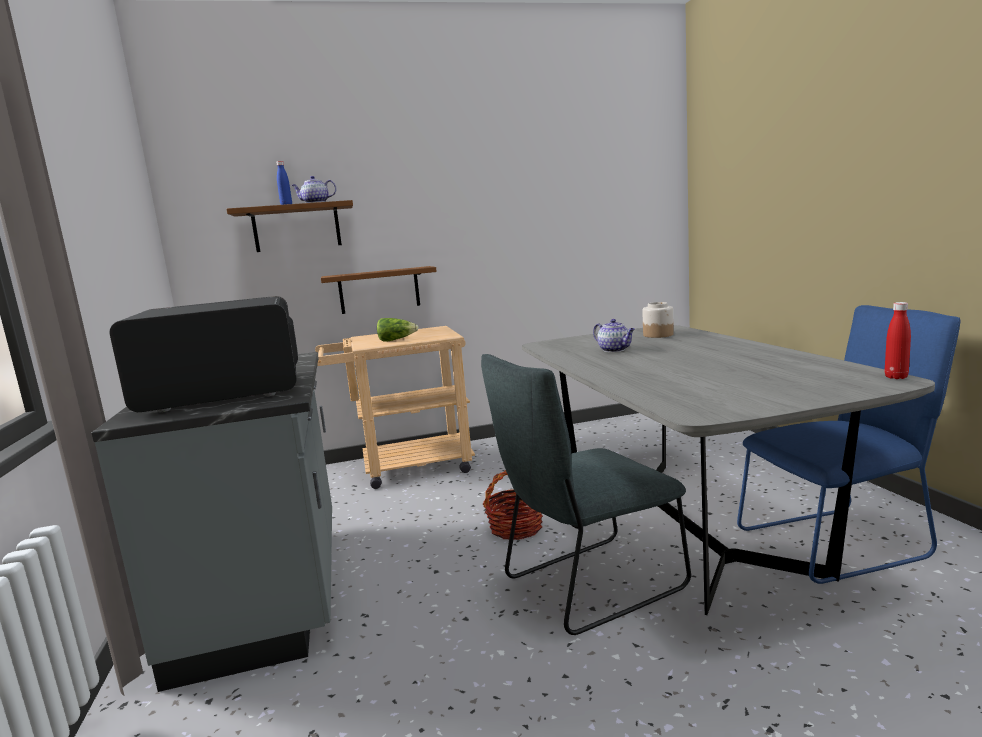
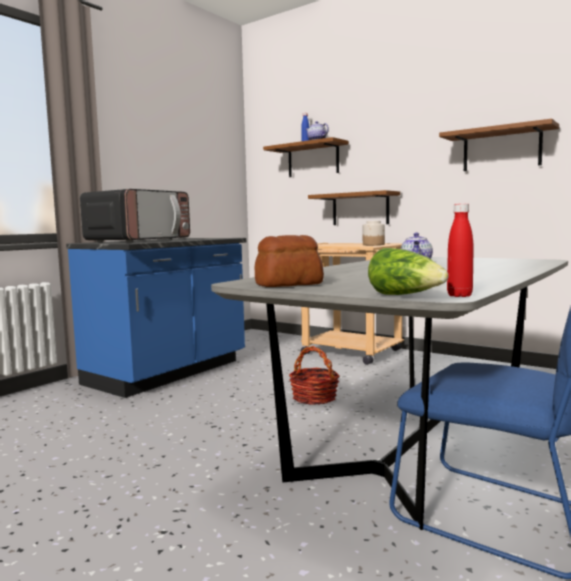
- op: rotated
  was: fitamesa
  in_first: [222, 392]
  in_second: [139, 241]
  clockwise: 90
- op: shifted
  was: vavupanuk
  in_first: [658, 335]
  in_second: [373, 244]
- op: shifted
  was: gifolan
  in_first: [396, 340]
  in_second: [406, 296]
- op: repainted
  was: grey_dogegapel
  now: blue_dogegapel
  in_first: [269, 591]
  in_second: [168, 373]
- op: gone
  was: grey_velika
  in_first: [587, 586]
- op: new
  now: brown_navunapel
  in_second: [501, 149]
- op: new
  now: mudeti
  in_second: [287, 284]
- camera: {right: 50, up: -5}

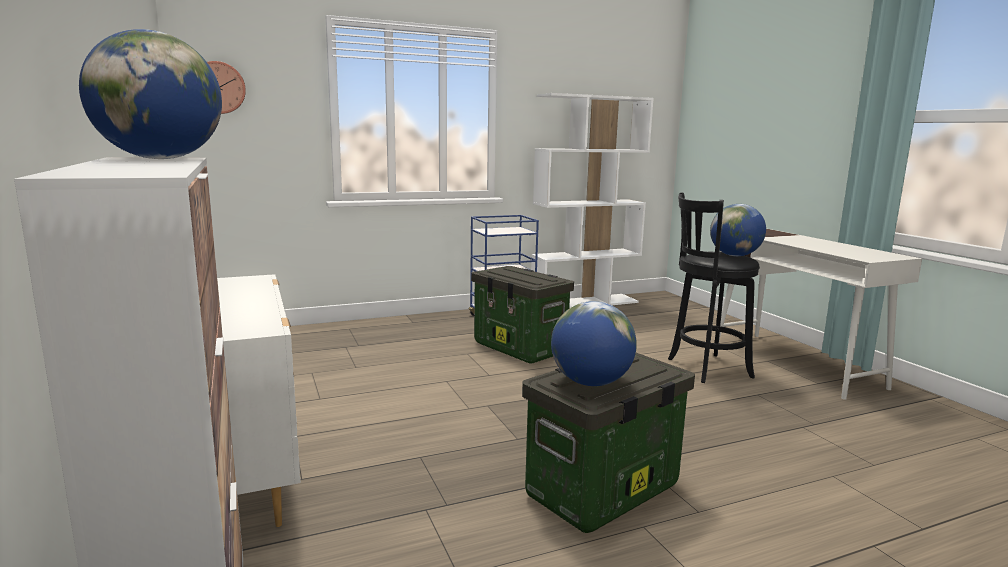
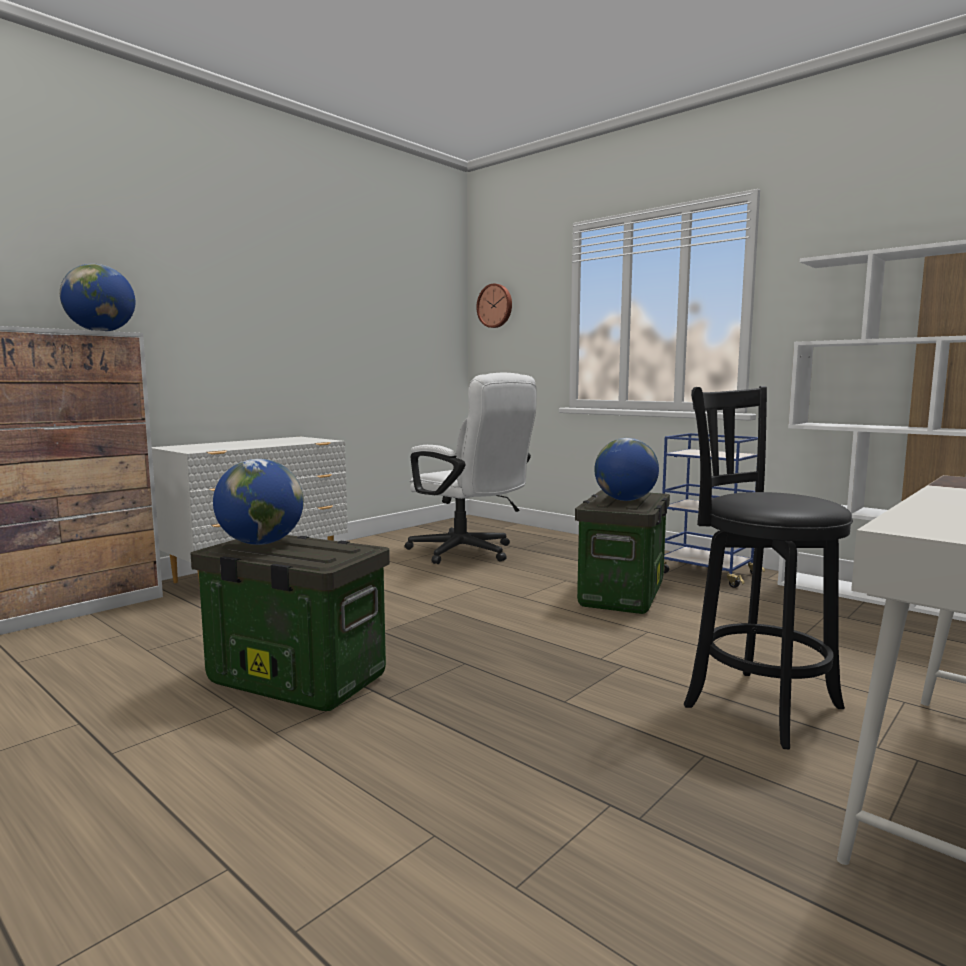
- op: shifted
  was: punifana
  in_first: [734, 255]
  in_second: [625, 500]
- op: new
  now: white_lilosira
  in_second: [469, 553]
- camera: {right: 65, up: -5}

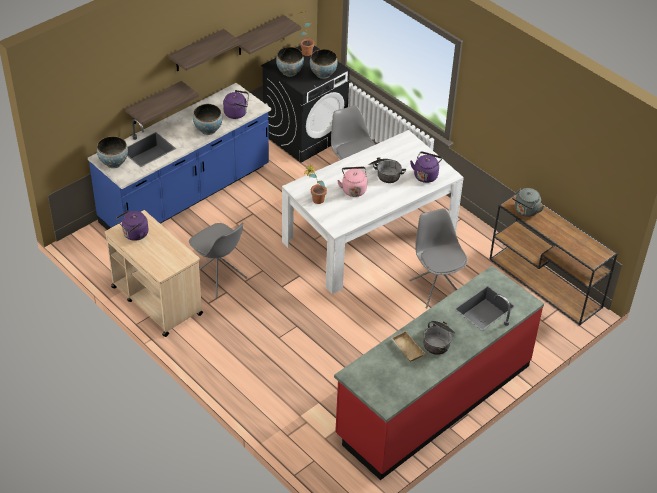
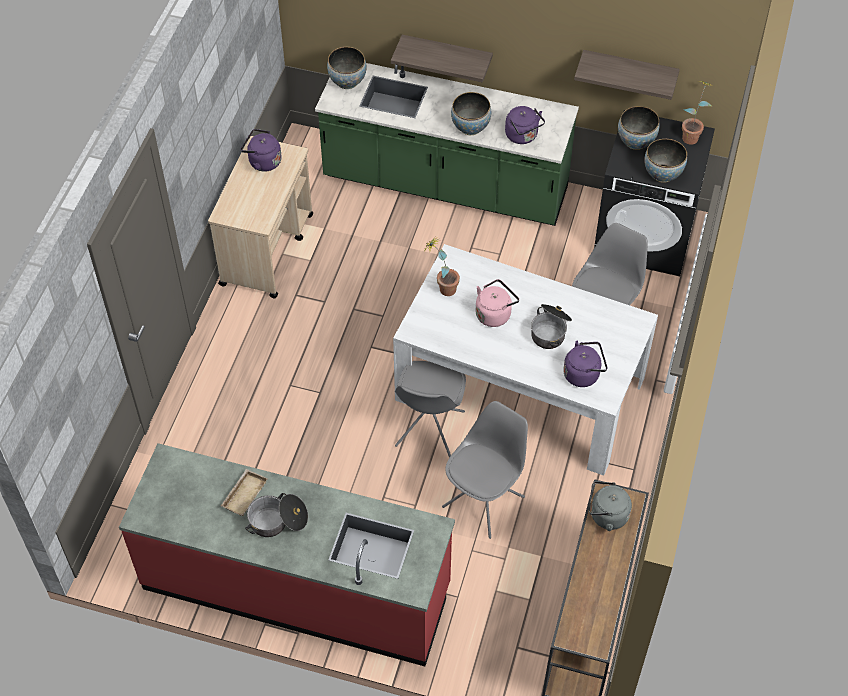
- op: gone
  was: navunapel
  in_first: [196, 51]
- op: repainted
  was: blue_dogegapel
  now: green_dogegapel
  in_first: [186, 196]
  in_second: [445, 186]
- op: shifted
  was: grey_velika
  in_first: [219, 278]
  in_second: [429, 430]
- camera: {right: 60, up: 10}

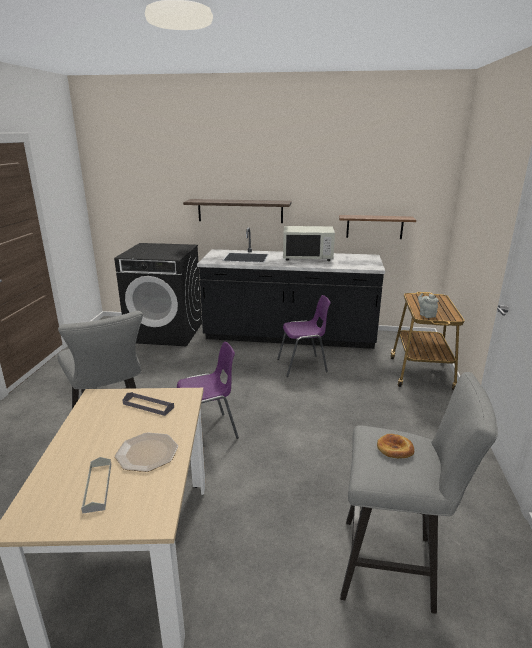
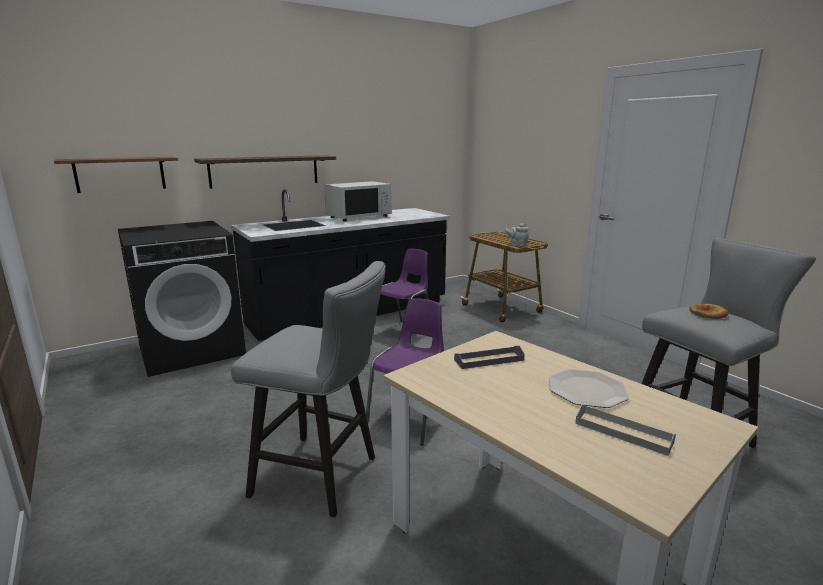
- op: shifted
  was: navunapel
  in_first: [374, 227]
  in_second: [120, 174]
- camera: {right: -40, up: -5}

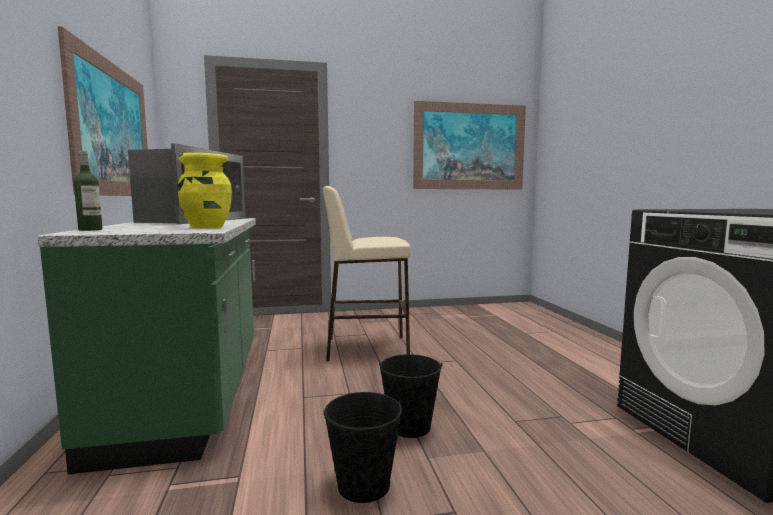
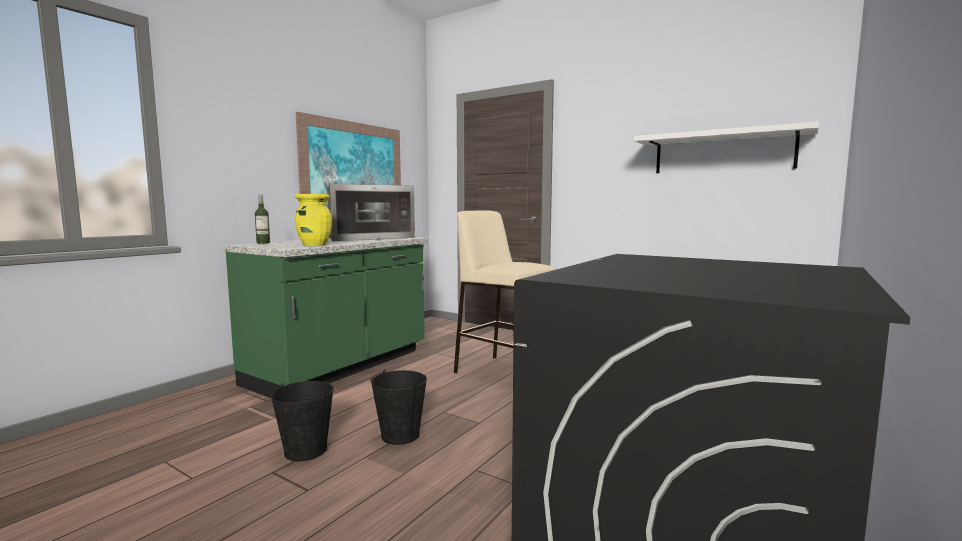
- op: swapped
  was: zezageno
  now: white_navunapel
  in_first: [469, 146]
  in_second: [722, 153]
- camera: {right: 45, up: 0}

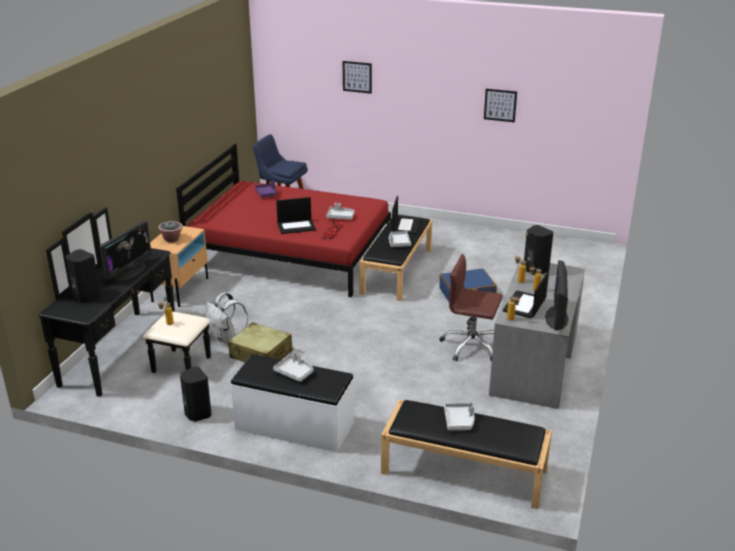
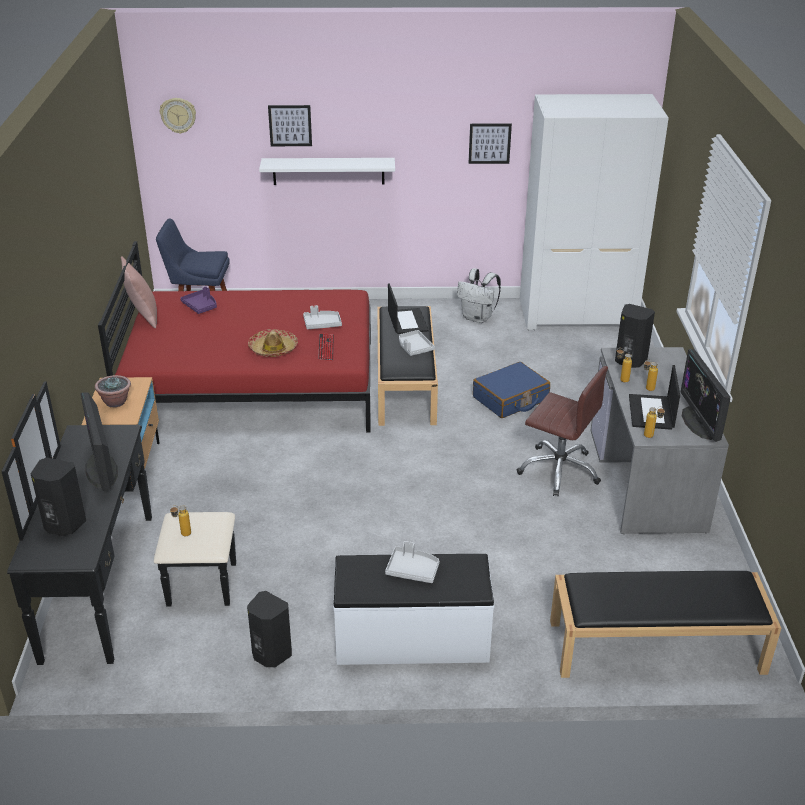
- op: swapped
  was: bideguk
  now: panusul
  in_first: [296, 226]
  in_second: [273, 349]
- op: rotated
  was: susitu
  in_first: [129, 271]
  in_second: [102, 470]
  clockwise: 150
- op: rotated
  was: brown_lilosira
  in_first: [471, 346]
  in_second: [559, 470]
  clockwise: -150
- op: shifted
  was: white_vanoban
  in_first: [226, 339]
  in_second: [478, 318]
- op: gone
  was: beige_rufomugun
  in_first: [261, 354]
- op: gone
  was: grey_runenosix
  in_first: [459, 421]
- op: new
  now: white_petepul
  in_second: [577, 313]
- op: new
  now: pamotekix
  in_second: [178, 115]
- op: new
  now: white_navunapel
  in_second: [328, 171]
- op: new
  now: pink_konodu
  in_second: [143, 316]
- camera: {right: -20, up: 5}

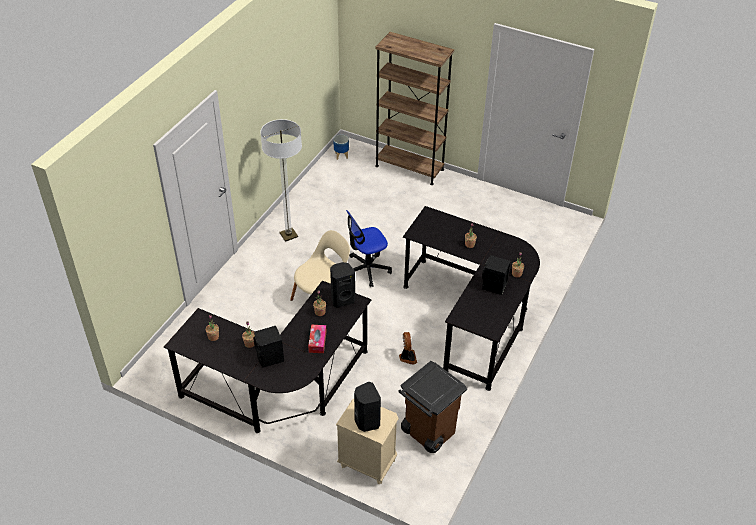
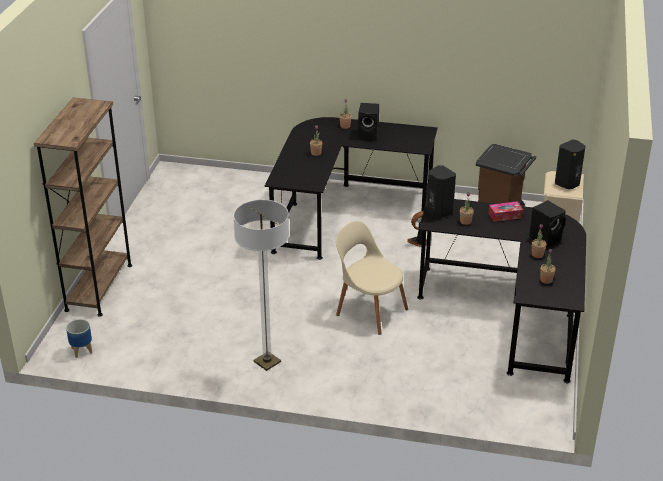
- op: gone
  was: lilosira
  in_first: [367, 269]
- camera: {right: -105, up: -10}

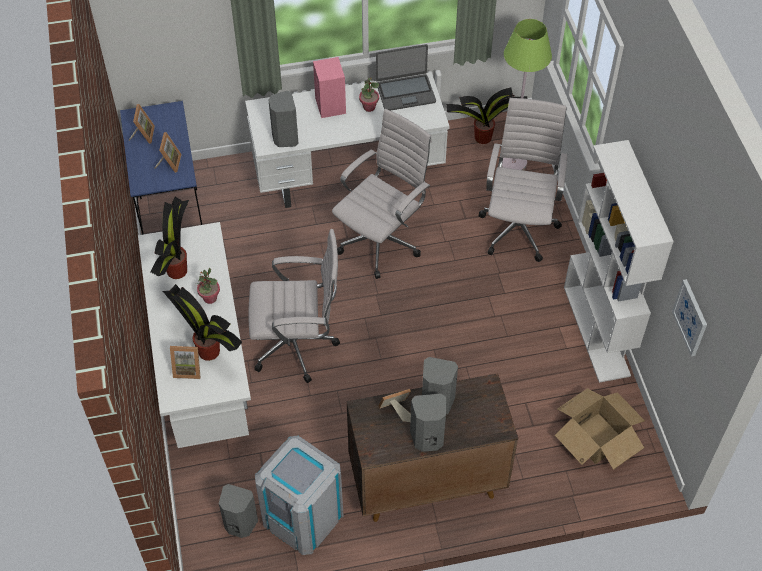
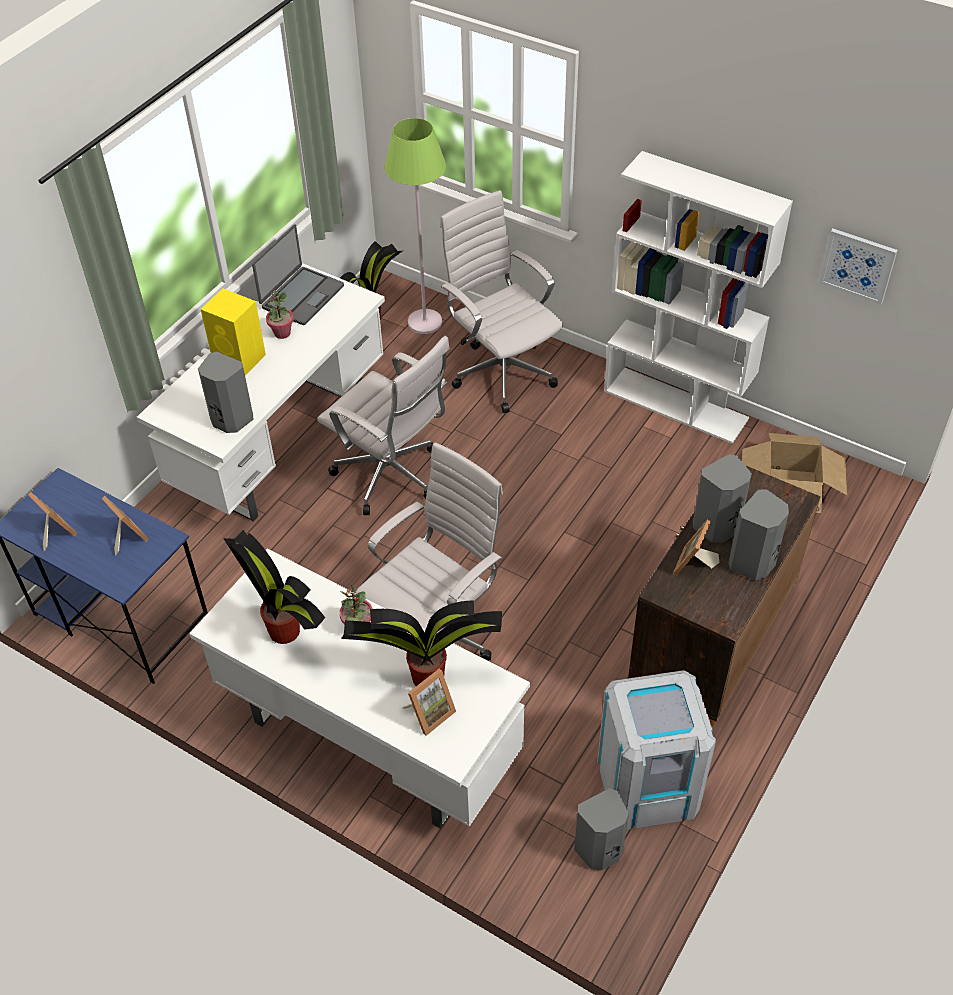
- op: repainted
  was: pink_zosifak
  now: yellow_zosifak
  in_first: [330, 106]
  in_second: [240, 359]
- op: rotated
  was: white_lilosira
  in_first: [382, 241]
  in_second: [392, 477]
  clockwise: 135
- camera: {right: -45, up: -5}

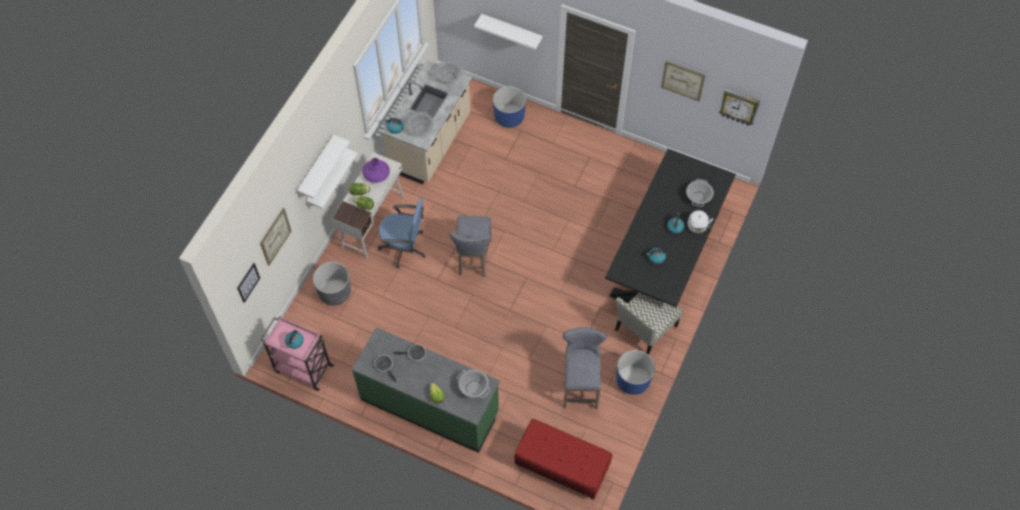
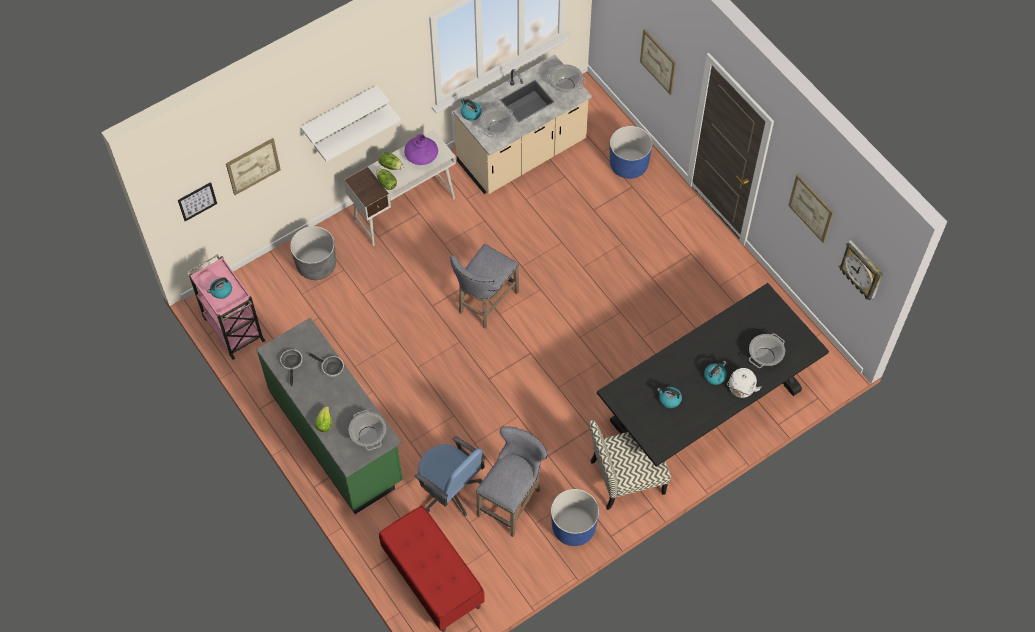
- op: swapped
  was: white_navunapel
  now: zezageno
  in_first: [511, 30]
  in_second: [658, 61]
- op: shifted
  was: blue_lilosira
  in_first: [404, 247]
  in_second: [450, 490]
- camera: {right: 30, up: 0}

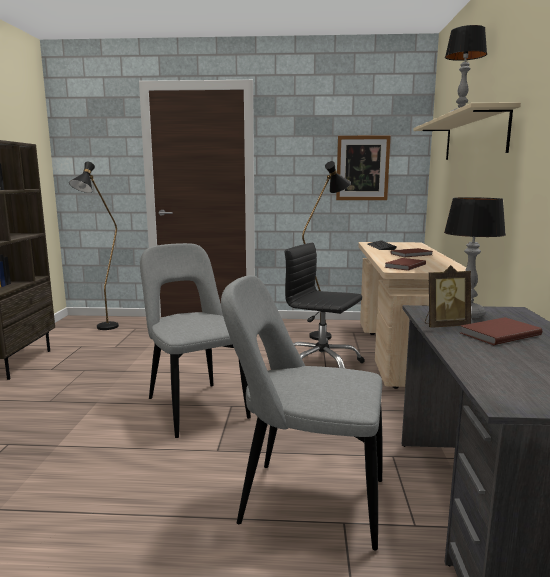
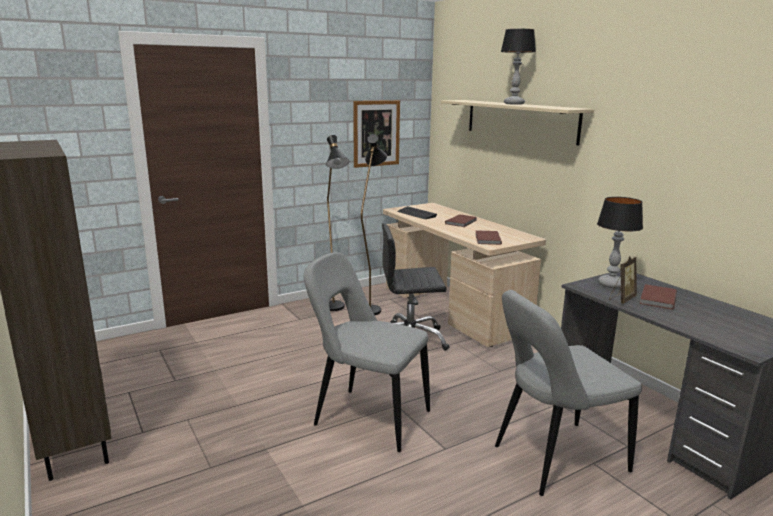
- op: shifted
  was: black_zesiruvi
  in_first: [103, 329]
  in_second: [336, 310]
- camera: {right: -35, up: 5}

